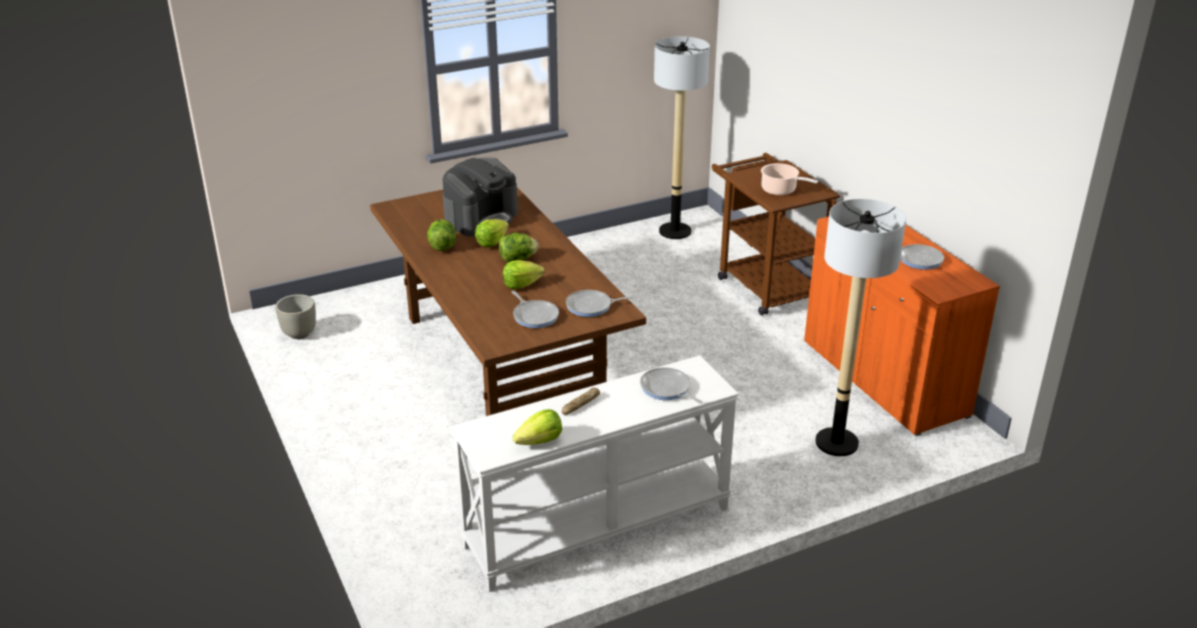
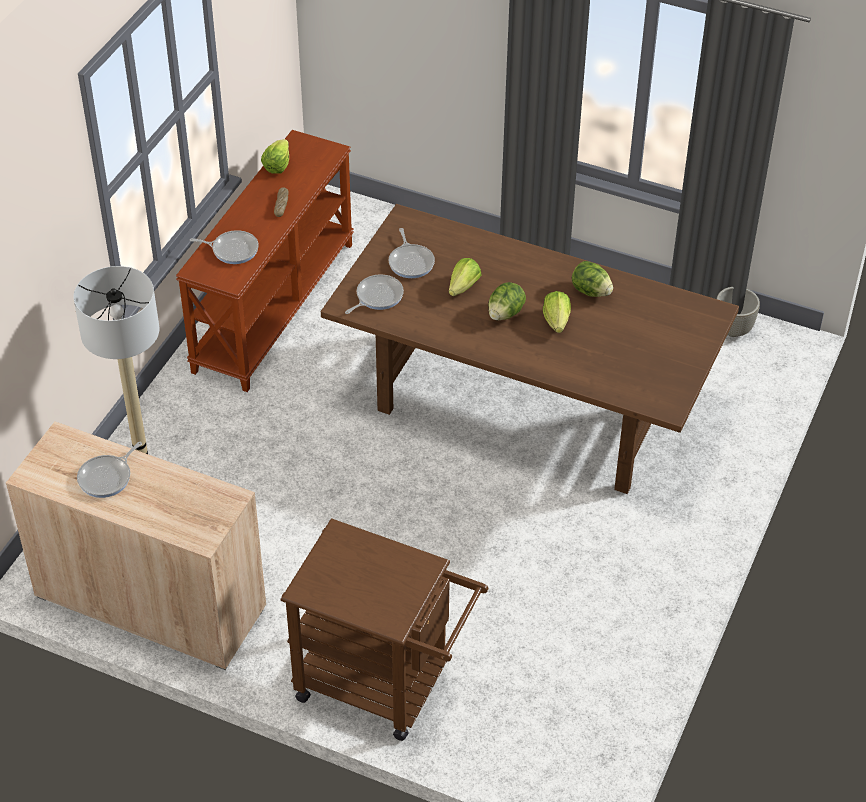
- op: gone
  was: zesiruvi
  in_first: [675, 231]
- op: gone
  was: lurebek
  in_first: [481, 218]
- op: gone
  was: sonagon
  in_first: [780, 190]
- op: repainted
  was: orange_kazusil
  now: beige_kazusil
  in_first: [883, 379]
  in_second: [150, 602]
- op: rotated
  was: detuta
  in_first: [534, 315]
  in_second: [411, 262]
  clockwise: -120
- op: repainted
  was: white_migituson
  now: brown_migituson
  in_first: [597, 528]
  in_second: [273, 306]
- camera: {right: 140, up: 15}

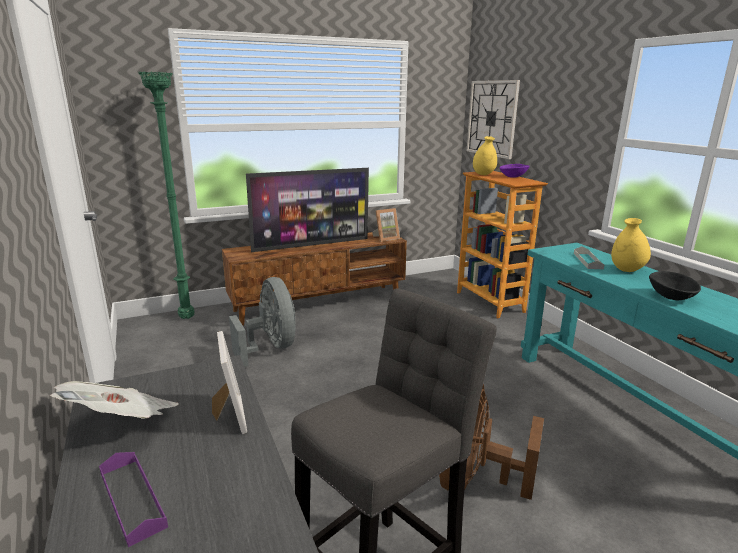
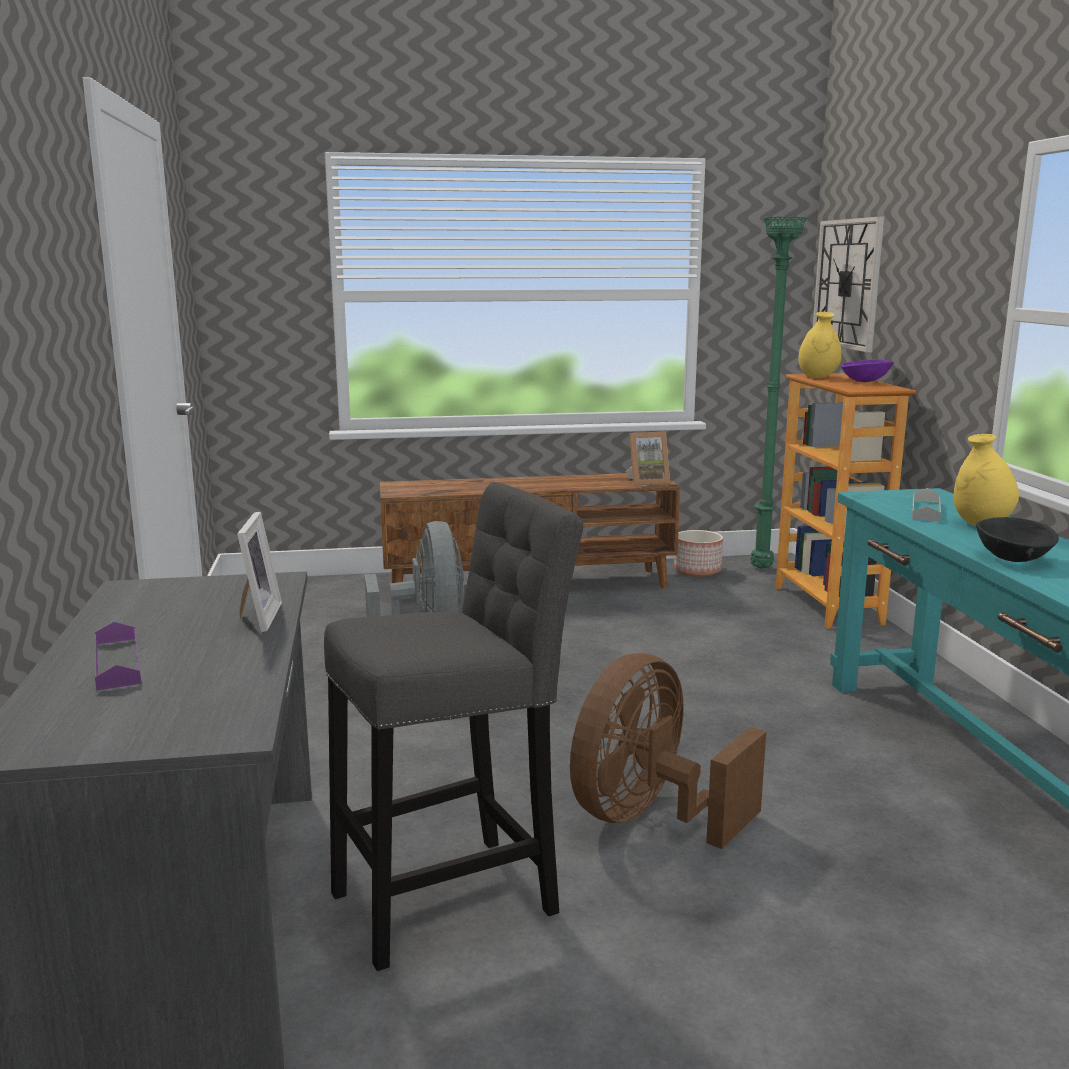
- op: shifted
  was: green_zesiruvi
  in_first: [187, 318]
  in_second: [761, 568]
- op: gone
  was: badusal
  in_first: [311, 245]
- op: gone
  was: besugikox
  in_first: [123, 422]
- op: new
  now: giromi
  in_second: [698, 570]
- camera: {right: 15, up: -5}

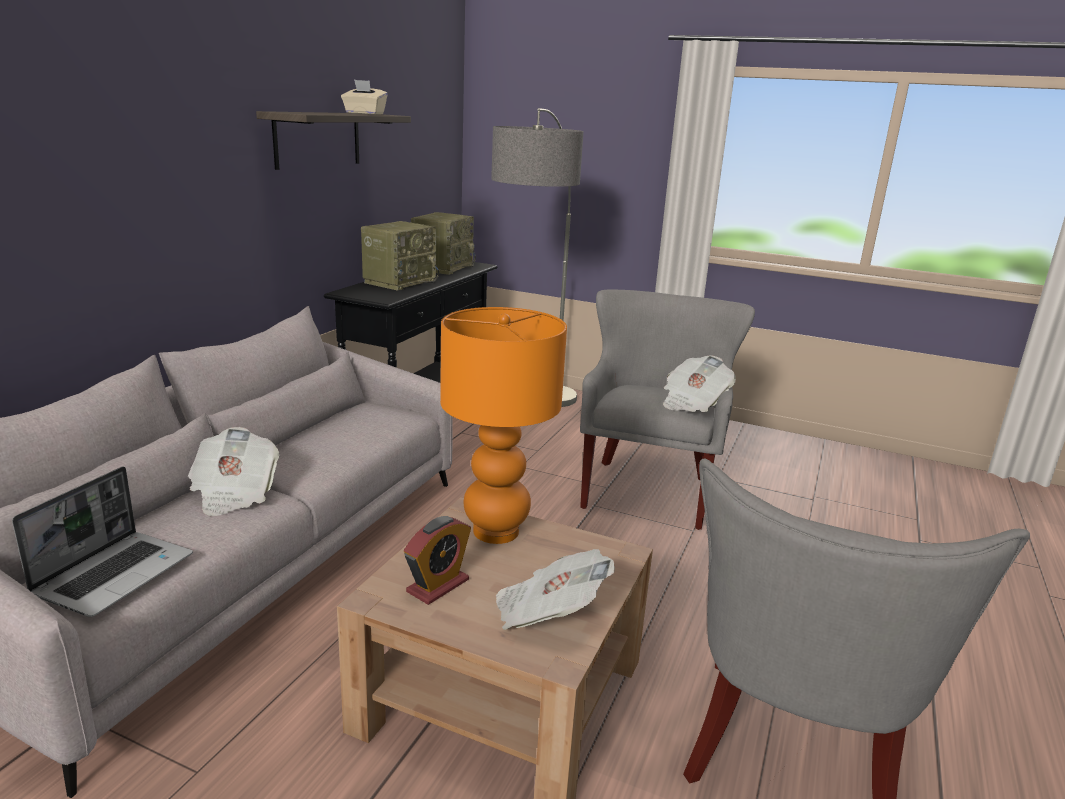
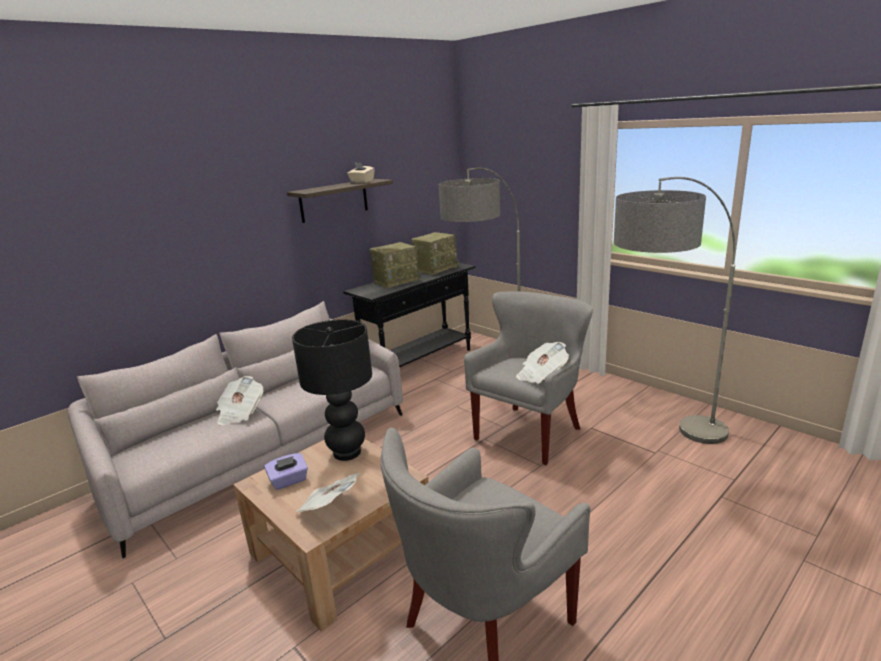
- op: repainted
  was: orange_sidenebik
  now: black_sidenebik
  in_first: [497, 531]
  in_second: [347, 452]
- op: gone
  was: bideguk
  in_first: [115, 574]
- op: swapped
  was: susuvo
  now: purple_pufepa
  in_first: [438, 586]
  in_second: [289, 481]
- op: new
  now: zesiruvi
  in_second: [661, 446]
- camera: {right: 25, up: 0}

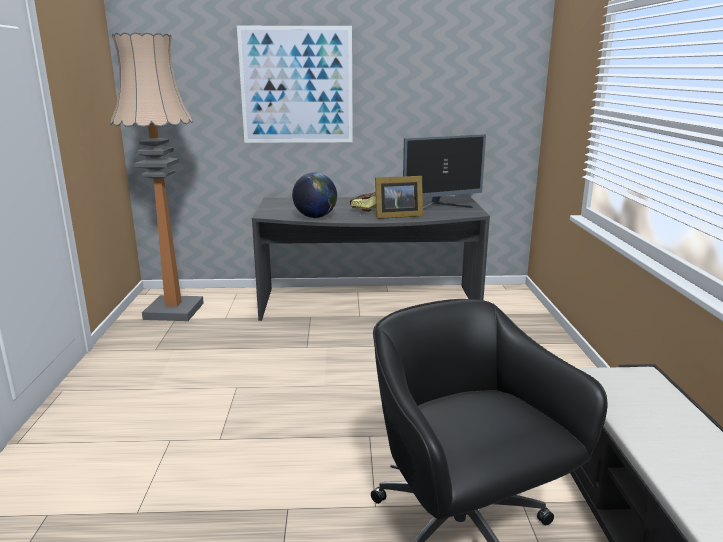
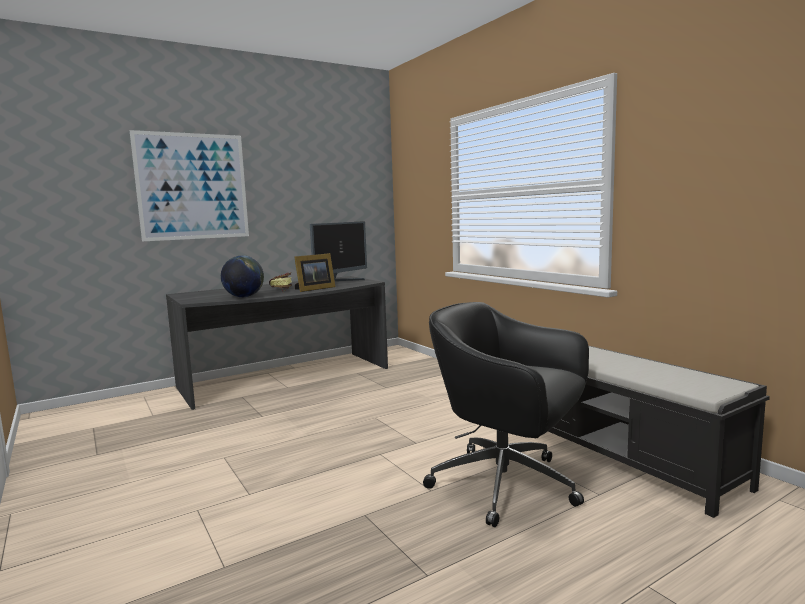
- op: gone
  was: zesiruvi
  in_first: [174, 311]
- camera: {right: -30, up: -10}

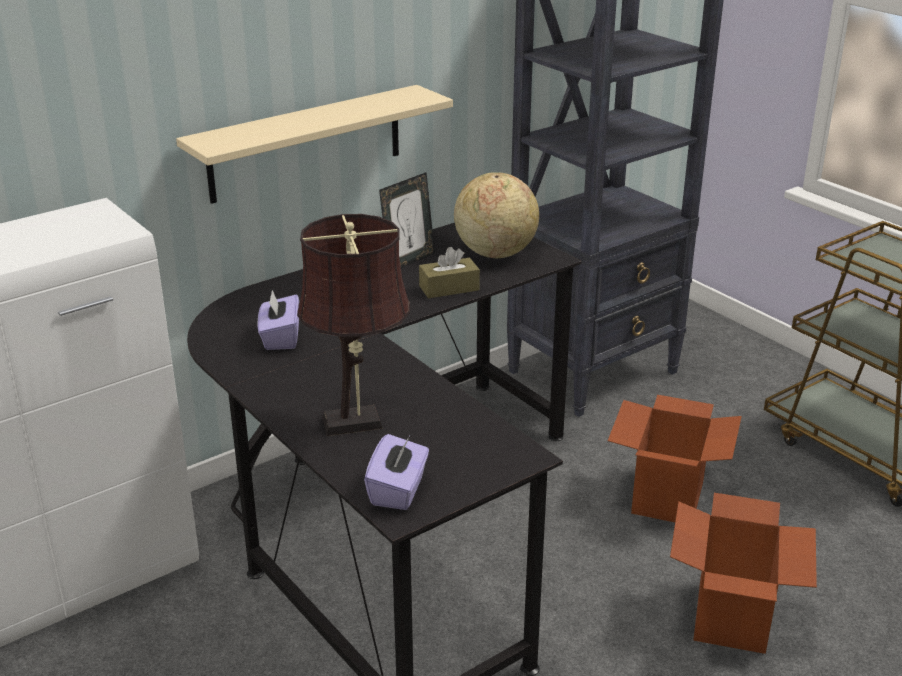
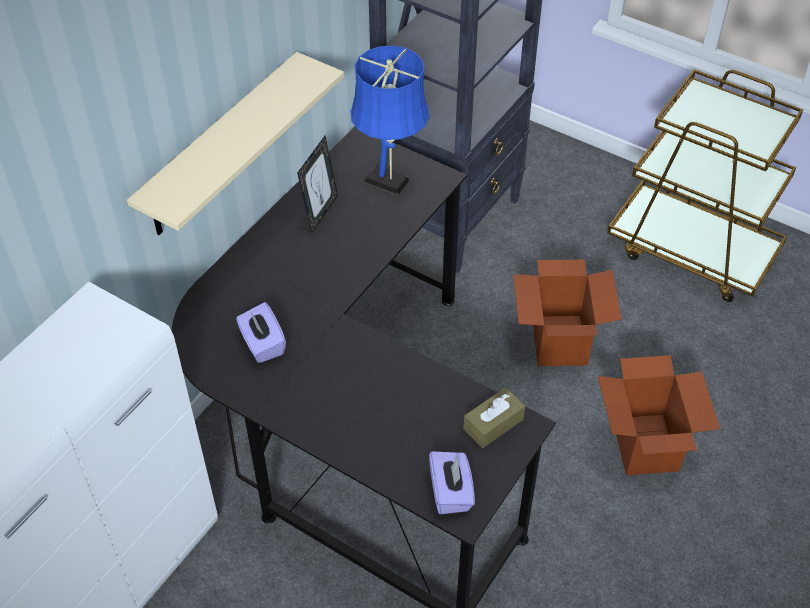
- op: swapped
  was: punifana
  now: blue_sidenebik
  in_first: [495, 253]
  in_second: [390, 183]
- op: gone
  was: brown_sidenebik
  in_first: [358, 422]
- op: shifted
  was: brown_pufepa
  in_first: [449, 288]
  in_second: [493, 424]
- camera: {right: -20, up: 20}

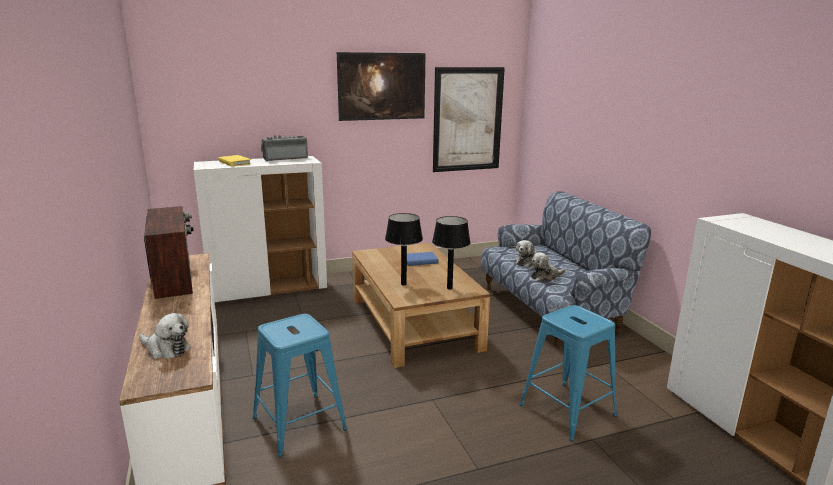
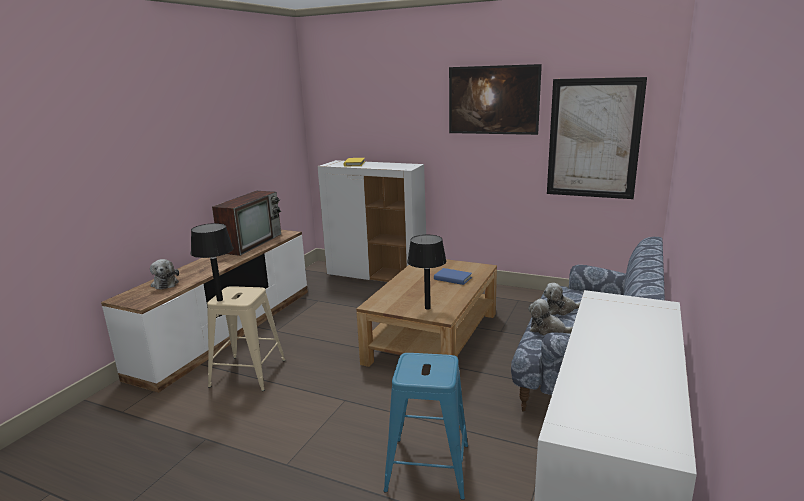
- op: gone
  was: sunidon
  in_first: [285, 158]
- op: shifted
  was: black_sidenebik
  in_first: [403, 284]
  in_second: [220, 300]
- op: repainted
  was: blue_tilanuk
  now: beige_tilanuk
  in_first: [298, 423]
  in_second: [248, 373]
- camera: {right: 45, up: 0}

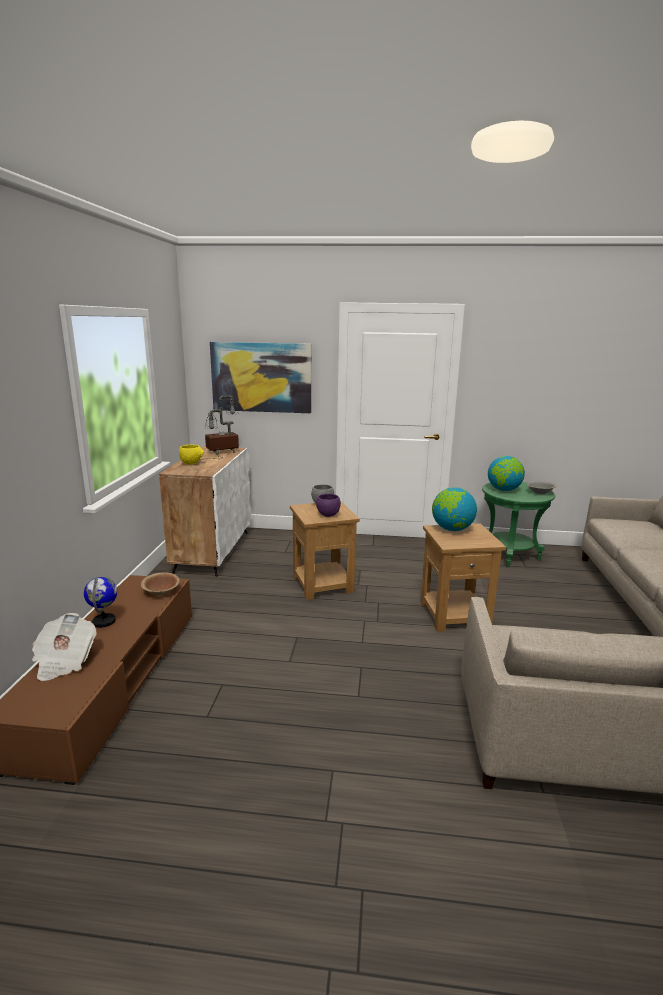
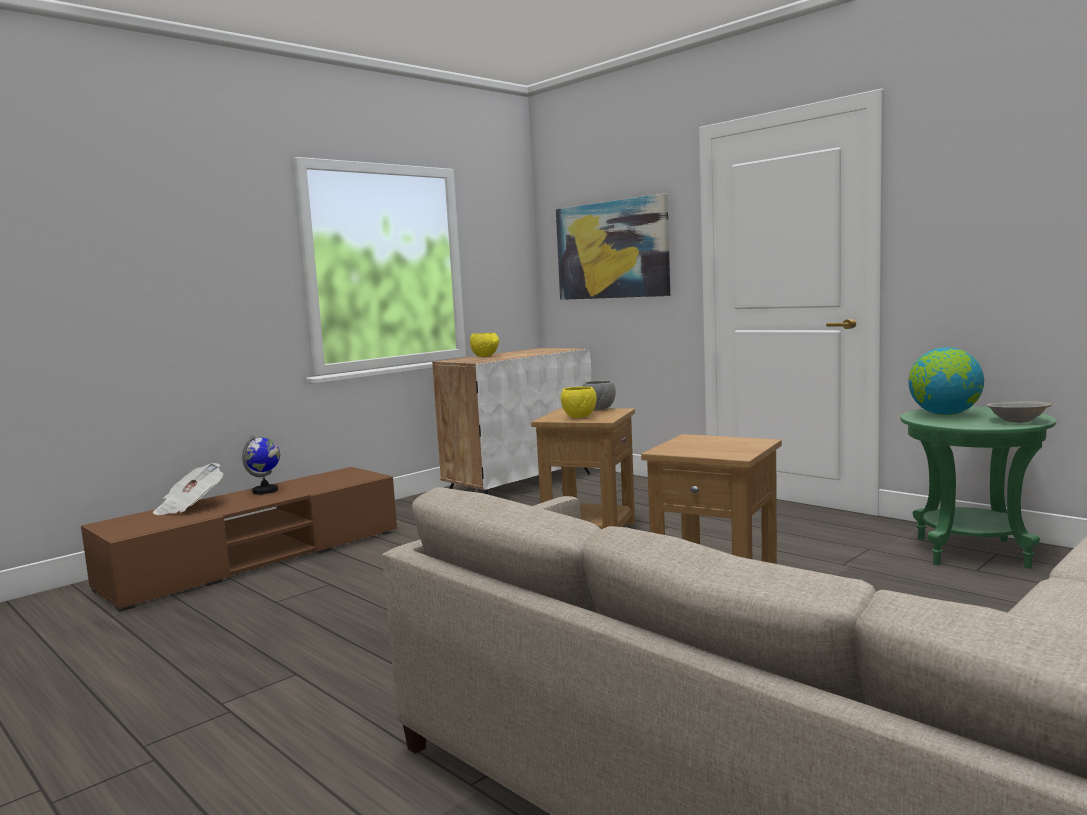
- op: gone
  was: sidenebik
  in_first: [219, 453]
- op: gone
  was: punifana
  in_first: [452, 529]
- op: repainted
  was: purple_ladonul
  now: yellow_ladonul
  in_first: [328, 515]
  in_second: [580, 417]
- op: gone
  was: brown_ladonul
  in_first: [161, 591]
- camera: {right: 40, up: -10}

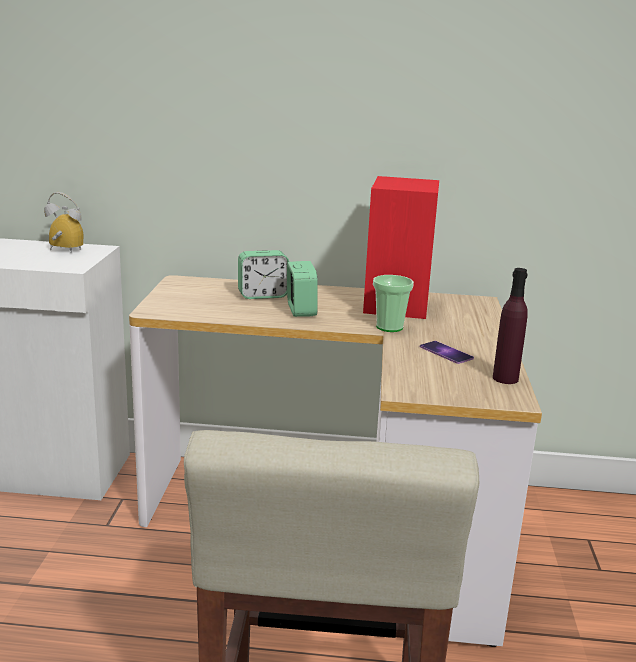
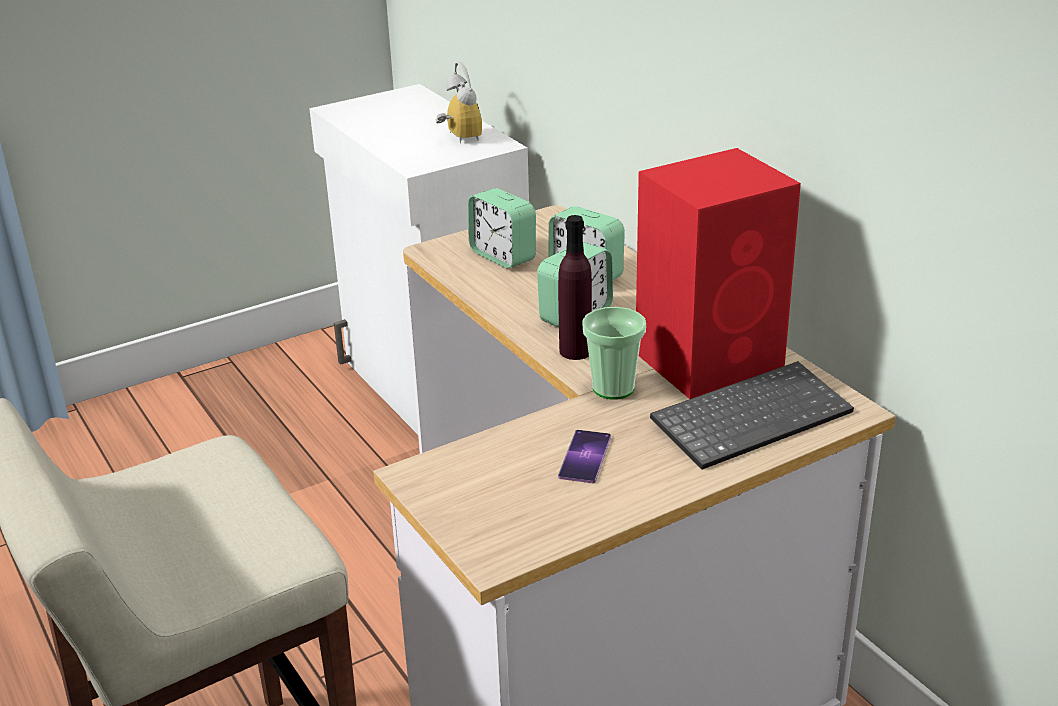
- op: shifted
  was: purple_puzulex
  in_first: [505, 378]
  in_second: [575, 351]
- op: new
  now: susuvo
  in_second: [503, 256]
- op: new
  now: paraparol
  in_second: [751, 416]
- camera: {right: 55, up: 10}

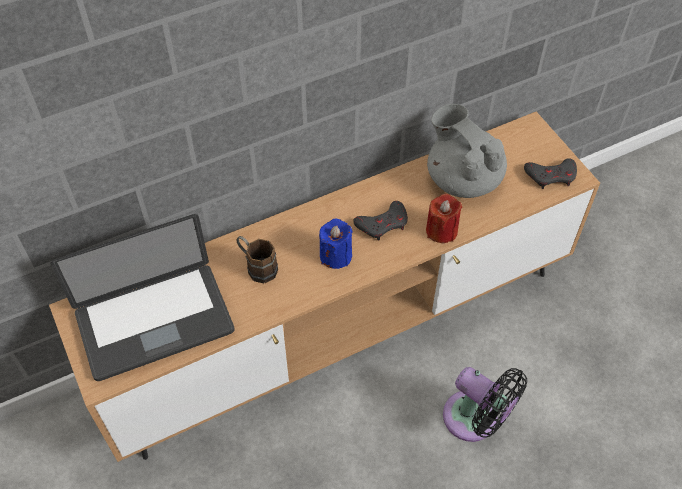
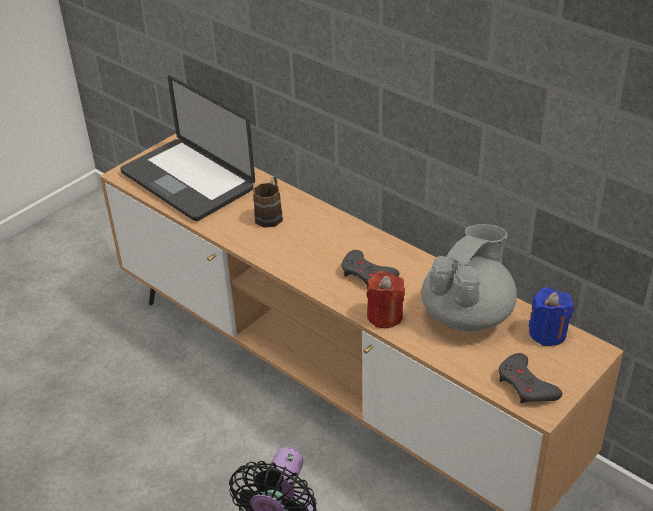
- op: shifted
  was: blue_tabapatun
  in_first: [336, 255]
  in_second: [547, 333]
- camera: {right: 70, up: -15}

